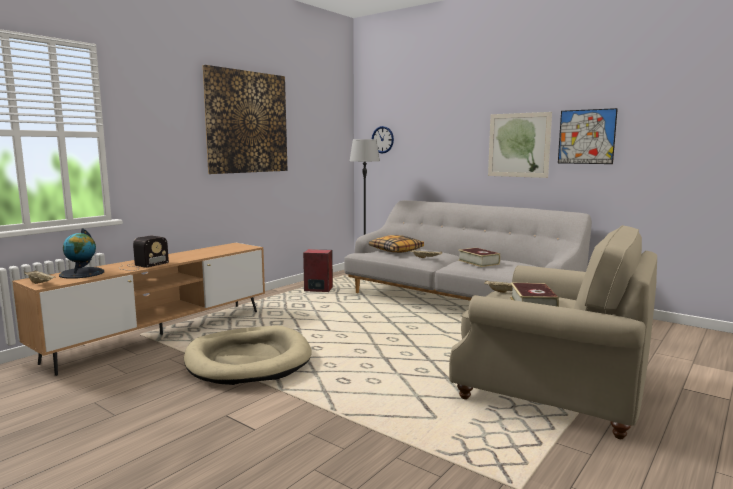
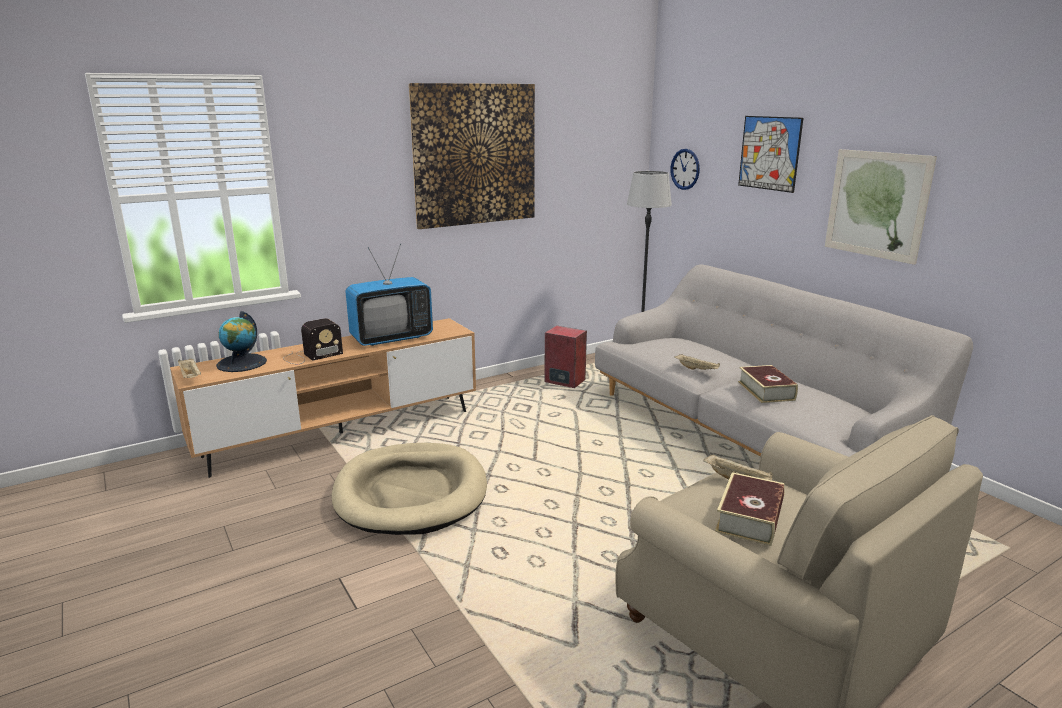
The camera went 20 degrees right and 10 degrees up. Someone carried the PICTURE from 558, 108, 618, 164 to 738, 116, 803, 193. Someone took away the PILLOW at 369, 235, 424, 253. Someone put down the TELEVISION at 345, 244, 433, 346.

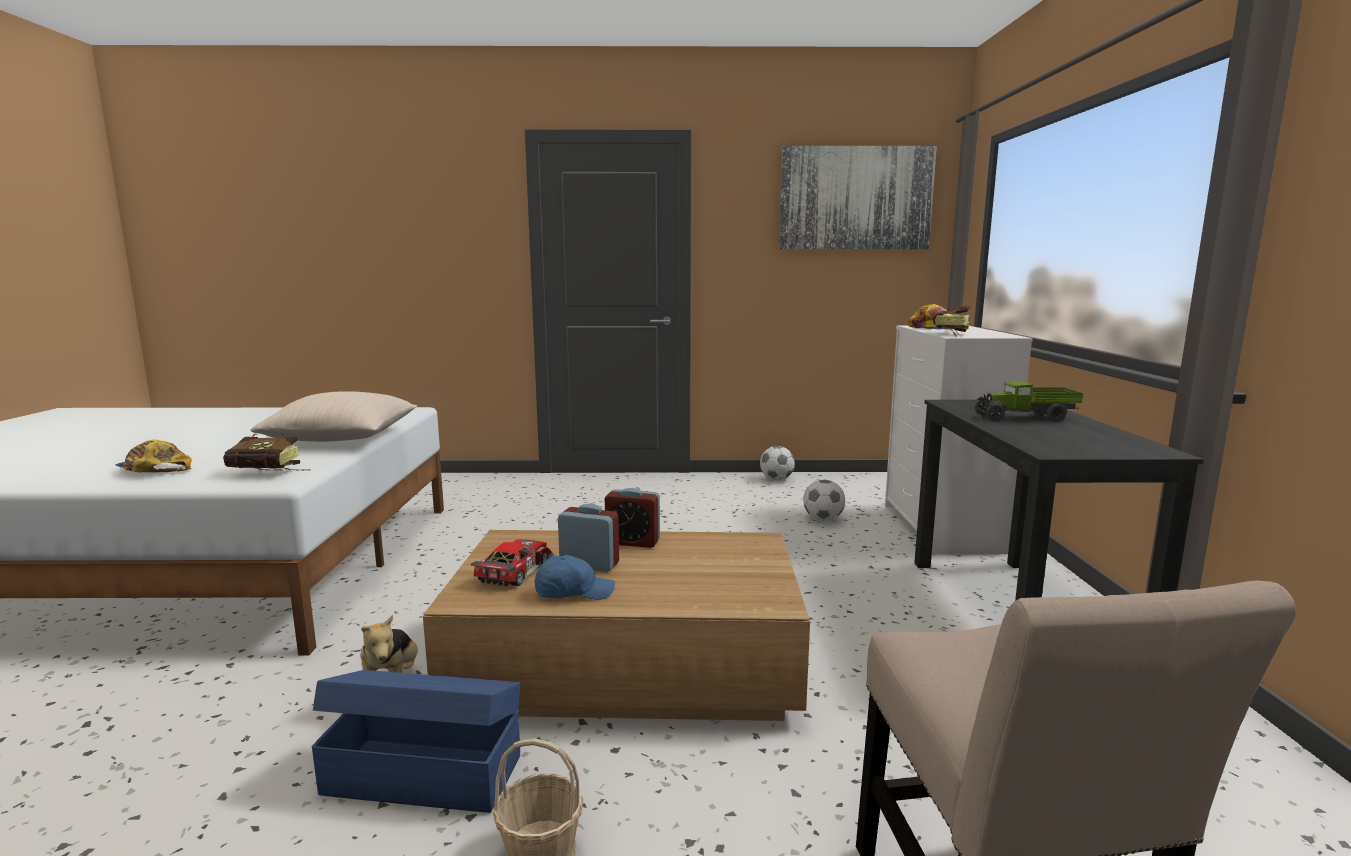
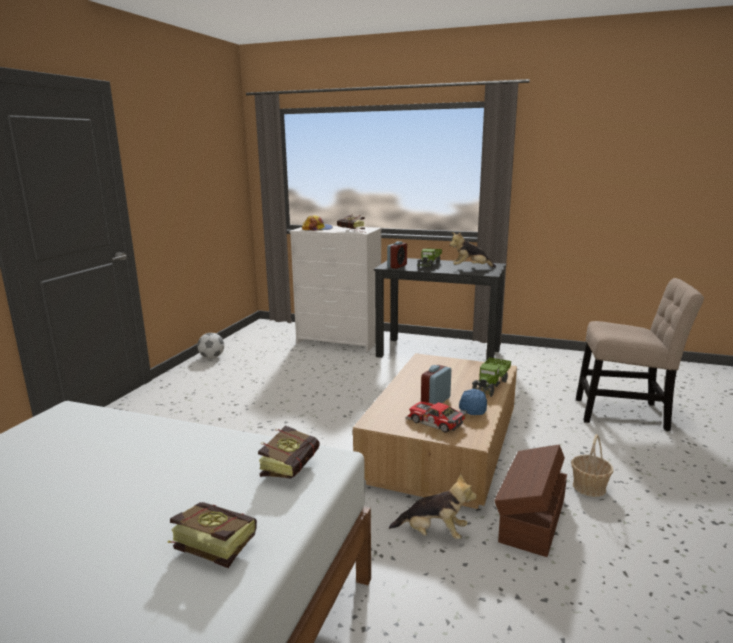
The camera went 70 degrees left and 5 degrees up. Someone took away the PICTURE at 779, 146, 937, 249. Someone took away the BEIGE PILLOW at 251, 391, 417, 442. Someone swapped the CAP at 116, 439, 192, 473 for the BOOK at 168, 502, 257, 568. Someone took away the FOOTBALL at 803, 480, 845, 521. Someone carried the ALARM CLOCK from 605, 488, 660, 548 to 387, 241, 407, 269. Someone repainted the BLUE STORAGE BOX at 311, 670, 520, 813, which became the BROWN STORAGE BOX at 494, 445, 567, 557. Someone put down the PLUSH TOY at 449, 232, 496, 268. Someone put down the TOY TRUCK at 472, 357, 511, 397.

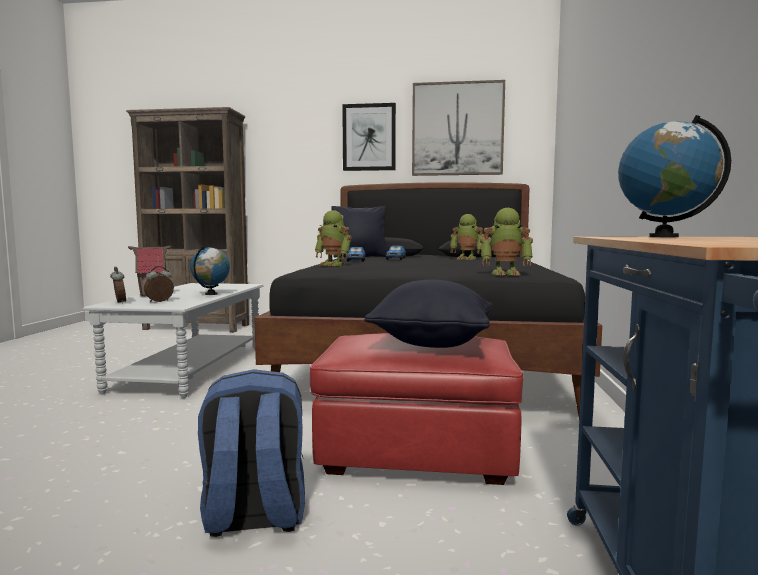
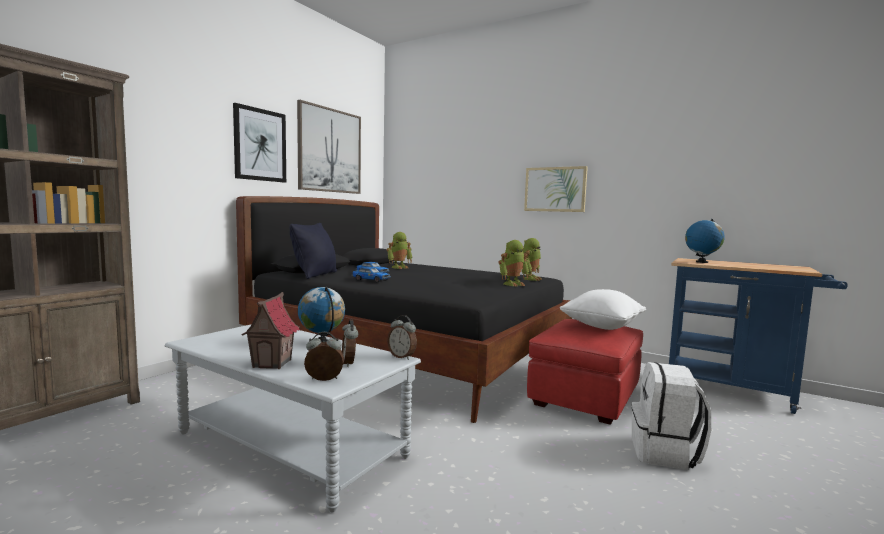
The camera went 65 degrees left and 0 degrees up. Someone carried the TOY ROBOT from 315, 210, 352, 266 to 498, 240, 529, 287. Someone repainted the BLACK PILLOW at 364, 280, 493, 348, which became the WHITE PILLOW at 560, 289, 646, 330. Someone repainted the BLUE BACKPACK at 198, 369, 305, 537, which became the WHITE BACKPACK at 632, 362, 711, 470. Someone put up the PICTURE at 524, 166, 588, 212. Someone put down the ALARM CLOCK at 387, 315, 417, 360.

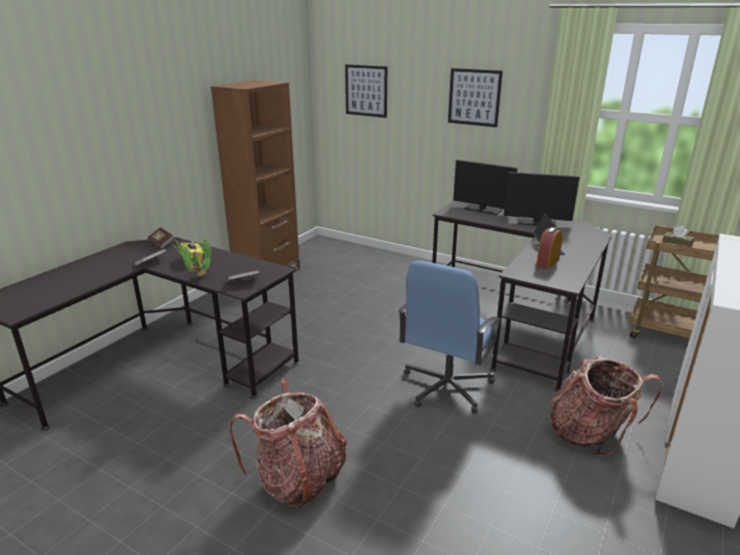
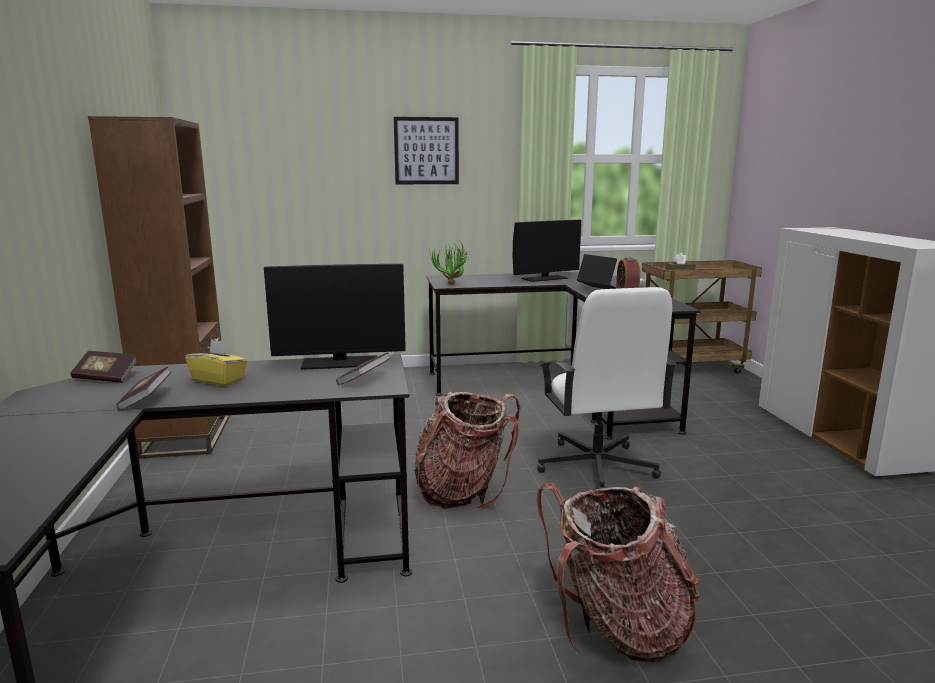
The camera went 40 degrees left and 10 degrees down. Someone took away the PICTURE at 345, 64, 387, 118. Someone carried the MONITOR from 453, 160, 517, 215 to 264, 264, 406, 370. Someone carried the POTTED PLANT from 172, 236, 211, 277 to 430, 241, 469, 285. Someone repainted the BLUE OFFICE CHAIR at 398, 260, 502, 413, which became the WHITE OFFICE CHAIR at 538, 287, 677, 489. Someone carried the BACKPACK from 550, 356, 663, 457 to 414, 392, 521, 509.

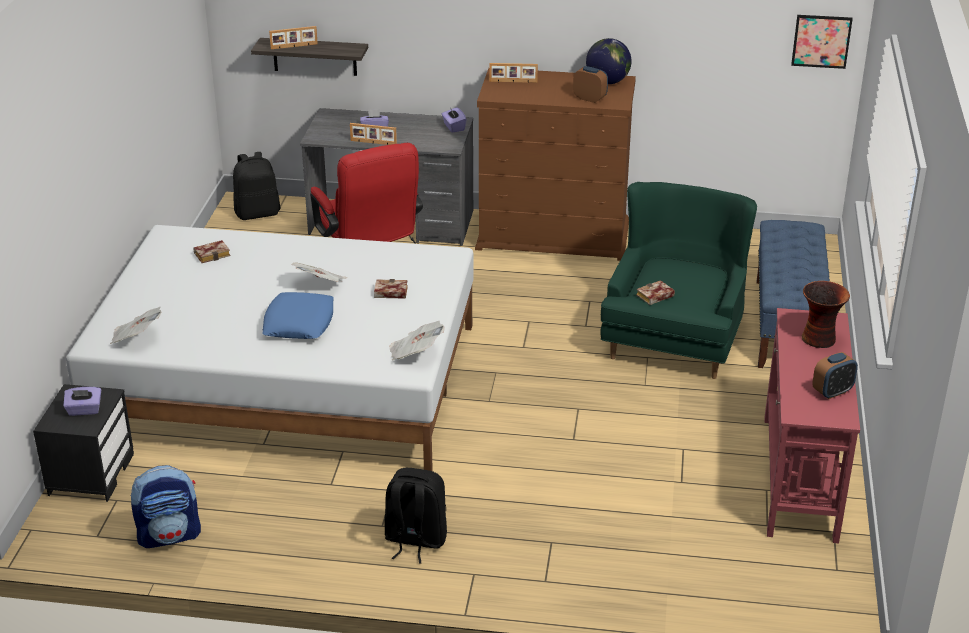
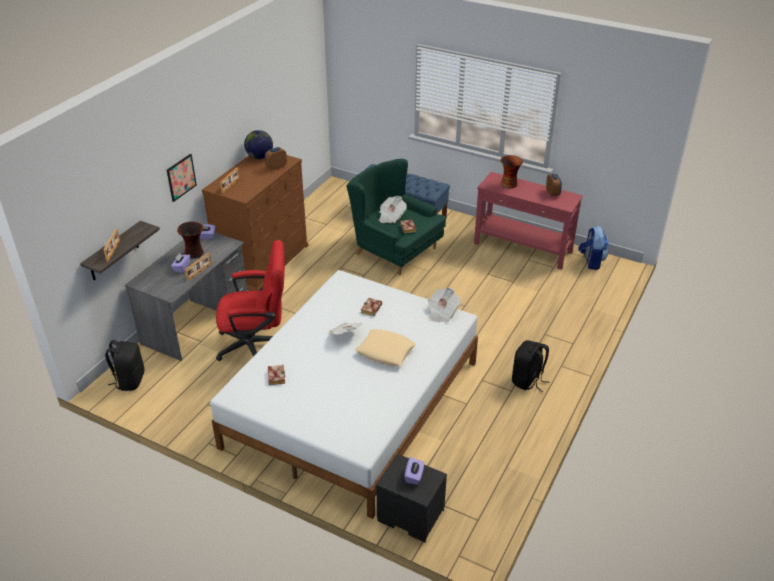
The camera went 70 degrees left and 5 degrees up. Someone carried the PICTURE from 791, 15, 853, 69 to 167, 154, 197, 202. Someone repainted the BLUE PILLOW at 262, 292, 334, 339, which became the BEIGE PILLOW at 355, 329, 416, 366. Someone carried the NEWSPAPER from 110, 307, 161, 344 to 379, 196, 407, 223. Someone carried the BACKPACK from 131, 465, 201, 548 to 579, 226, 609, 270. Someone put down the VASE at 177, 221, 204, 259.

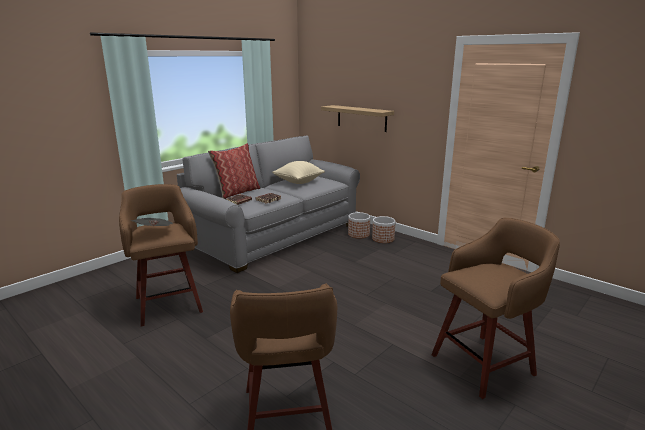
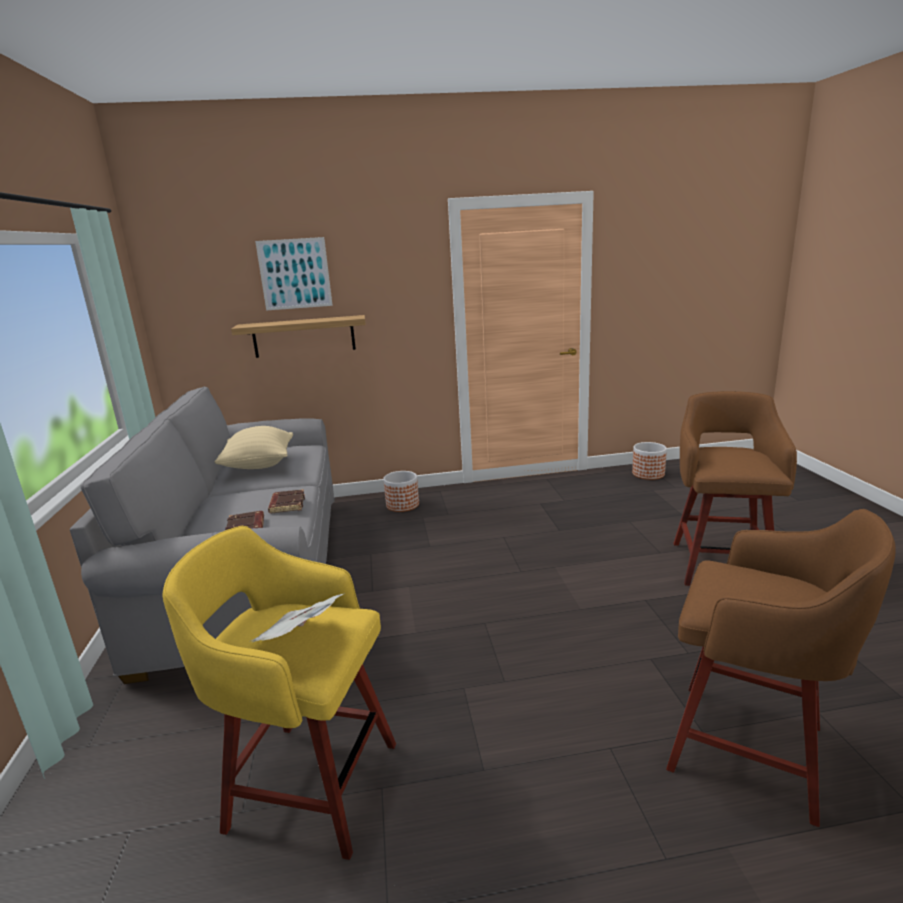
The camera went 50 degrees left and 0 degrees up. Someone took away the PILLOW at 208, 143, 260, 199. Someone repainted the BROWN STOOL at 119, 184, 203, 327, which became the YELLOW STOOL at 162, 526, 396, 860. Someone carried the PLANTER from 348, 212, 370, 239 to 632, 442, 667, 480. Someone put up the PICTURE at 255, 237, 333, 310.

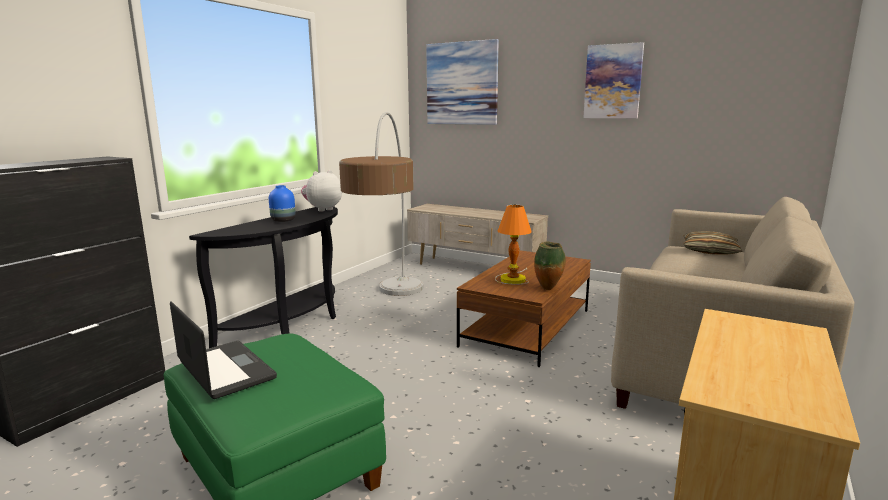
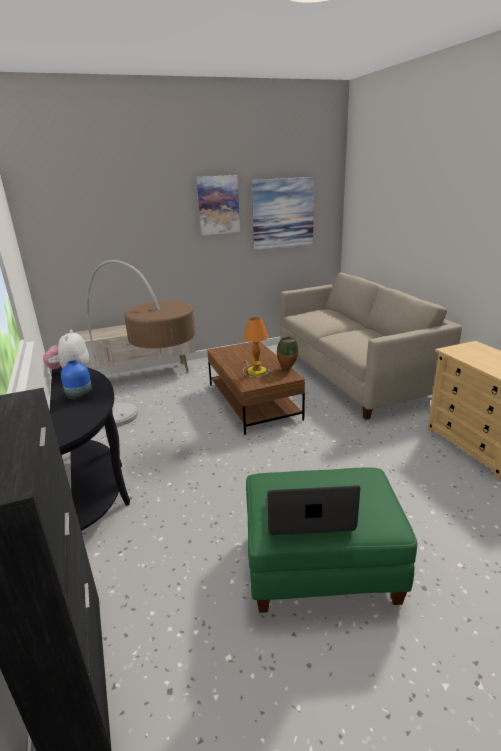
The camera went 50 degrees left and 10 degrees up. Someone carried the PICTURE from 426, 39, 499, 125 to 252, 177, 314, 251. Someone took away the PILLOW at 683, 231, 743, 254.

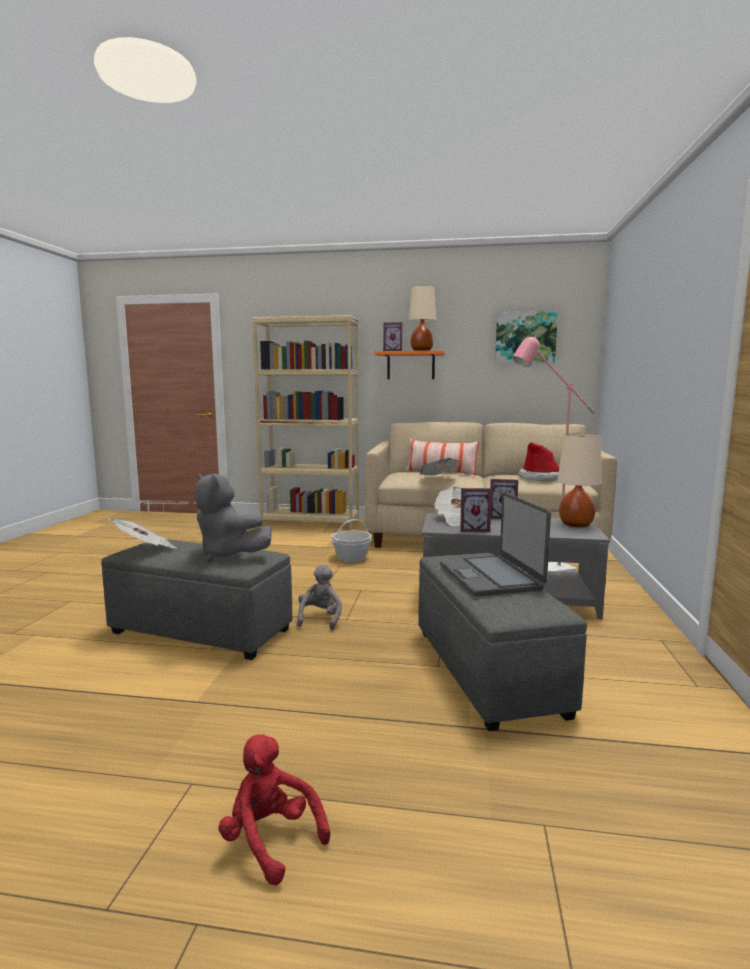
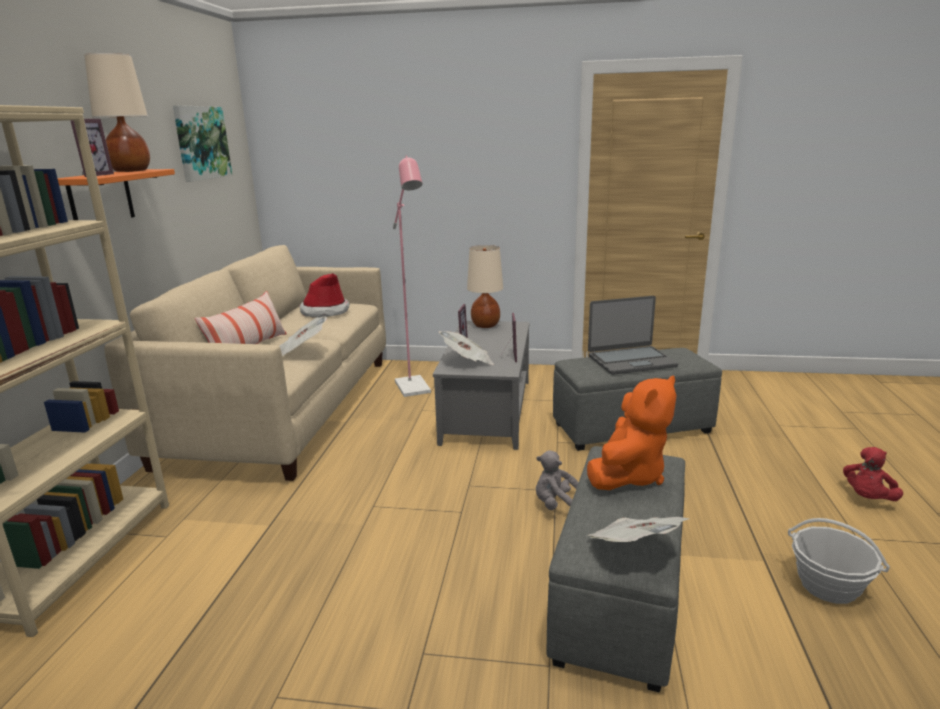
The camera went 90 degrees left and 10 degrees up. Someone repainted the GREY PLUSH TOY at 195, 473, 272, 562, which became the ORANGE PLUSH TOY at 587, 375, 677, 490. Someone carried the BASKET from 331, 519, 372, 563 to 788, 518, 890, 604.

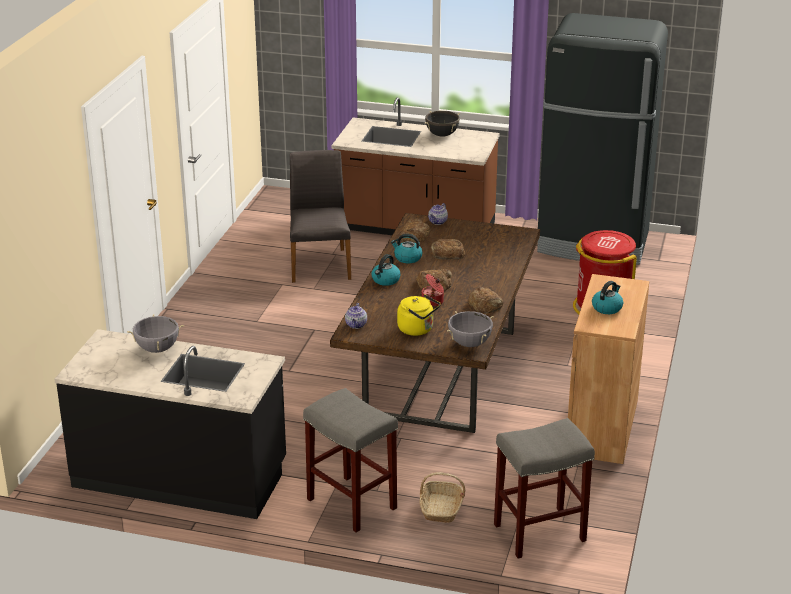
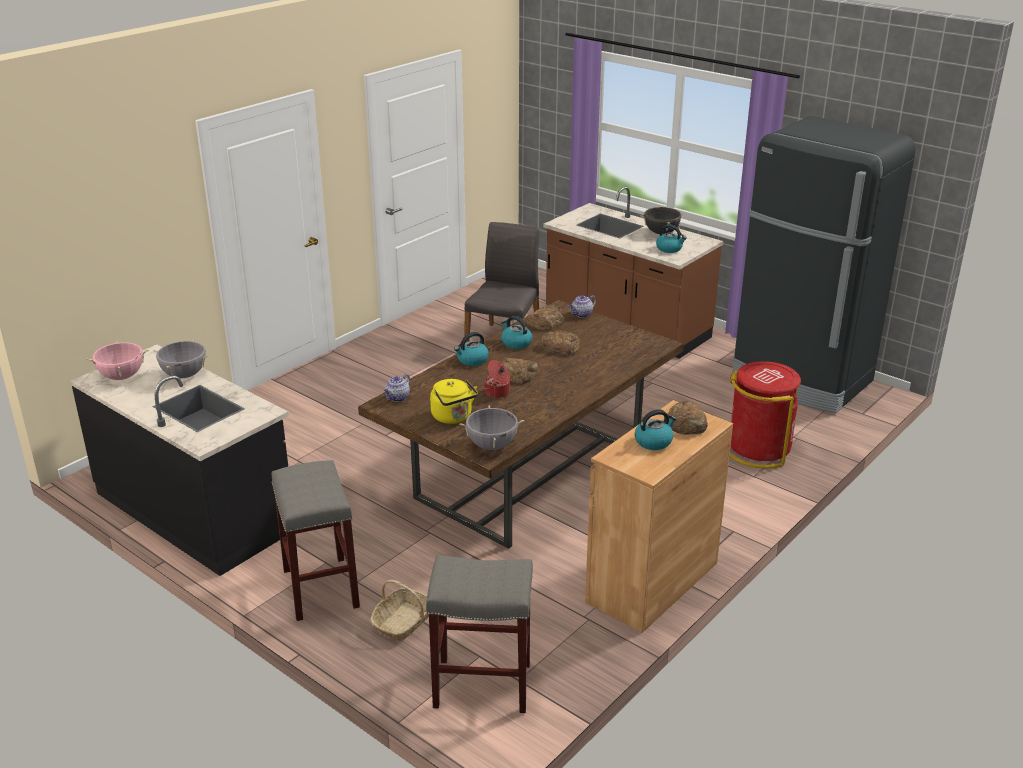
The camera went 25 degrees right and 0 degrees up. Someone carried the BREAD from 468, 287, 503, 314 to 668, 400, 708, 435. Someone put down the KETTLE at 656, 225, 687, 253. Someone put down the PINK COOKING POT at 86, 341, 149, 380.

